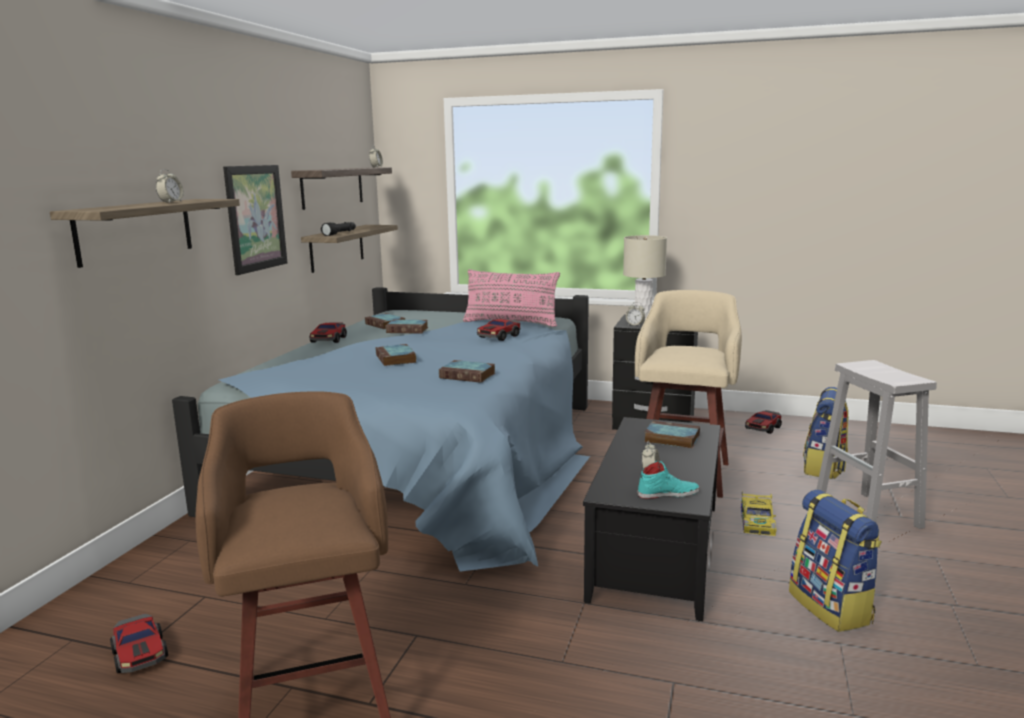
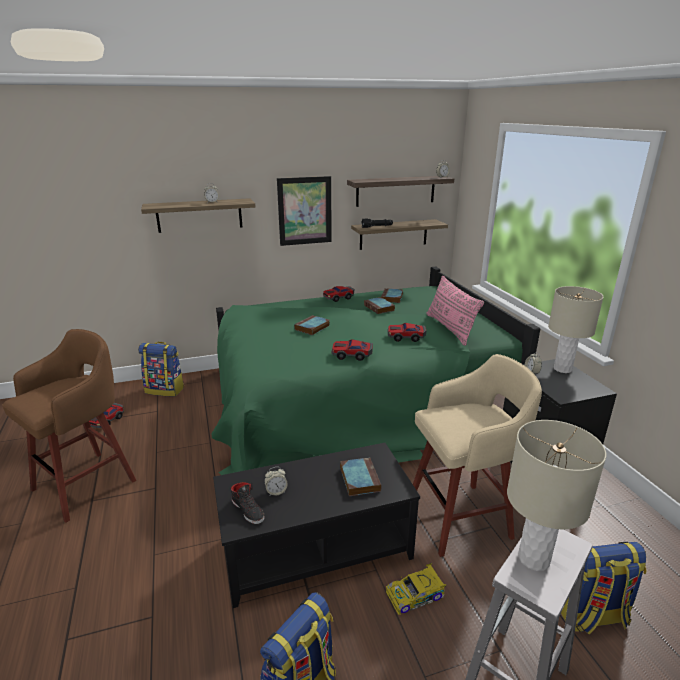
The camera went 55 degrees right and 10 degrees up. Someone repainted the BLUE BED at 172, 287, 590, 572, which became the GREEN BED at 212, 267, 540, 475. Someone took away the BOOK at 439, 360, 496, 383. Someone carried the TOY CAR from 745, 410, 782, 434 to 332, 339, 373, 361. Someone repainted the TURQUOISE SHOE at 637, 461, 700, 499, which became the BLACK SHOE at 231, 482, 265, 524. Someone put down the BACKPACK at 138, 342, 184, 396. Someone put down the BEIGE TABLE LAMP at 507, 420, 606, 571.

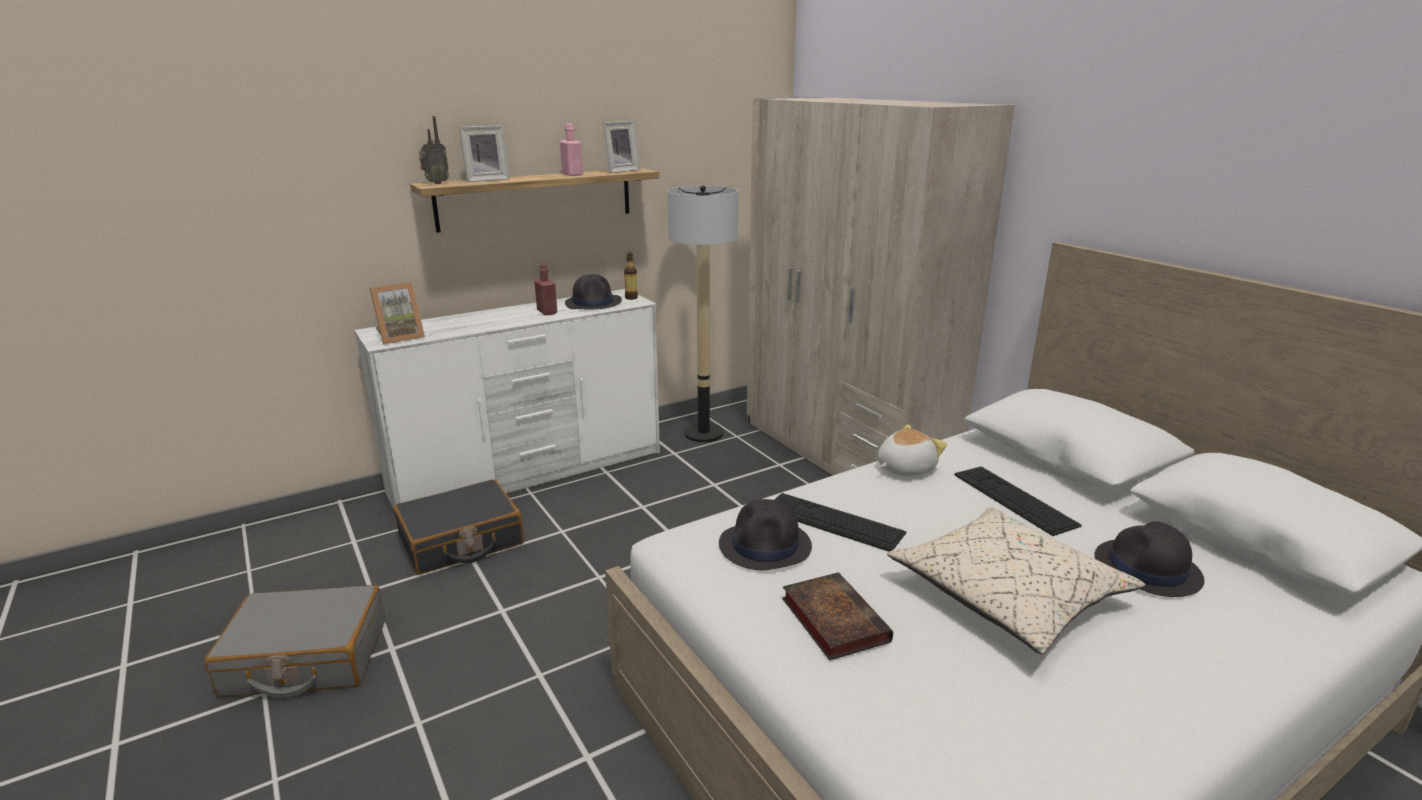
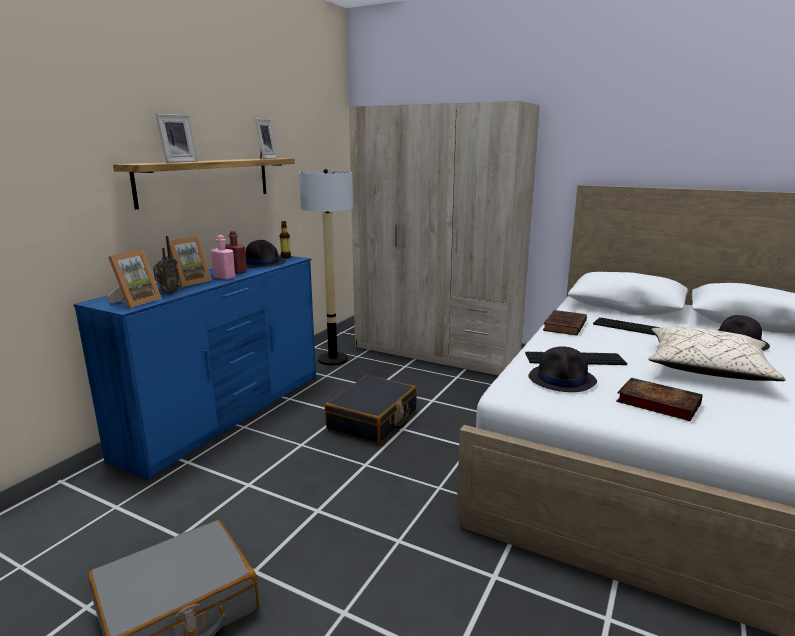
The camera went 30 degrees left and 5 degrees down. Someone carried the RADIO from 419, 116, 449, 184 to 153, 236, 180, 294. Someone carried the PINK BOTTLE from 560, 123, 583, 176 to 211, 235, 235, 280. Someone repainted the WHITE DRESSER at 354, 289, 660, 507, which became the BLUE DRESSER at 74, 255, 316, 480. Someone swapped the PLUSH TOY at 878, 424, 947, 476 for the BROWN BOOK at 543, 310, 587, 336. Someone carried the BLACK SUITCASE from 393, 479, 524, 574 to 325, 375, 417, 444. Someone put down the PICTURE FRAME at 169, 237, 212, 287.

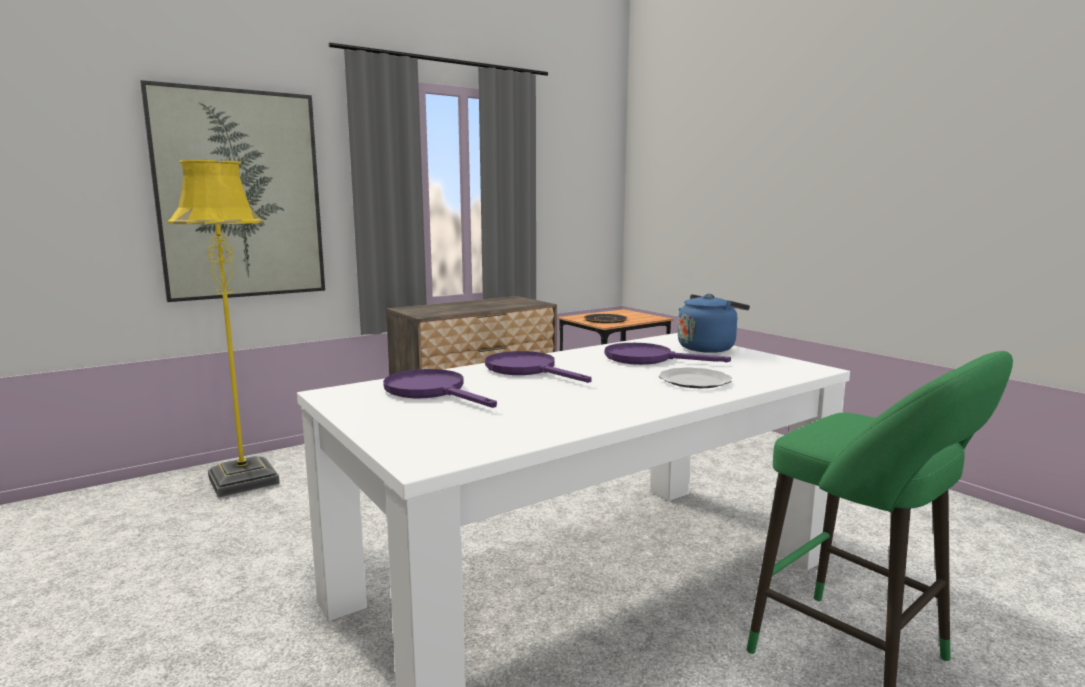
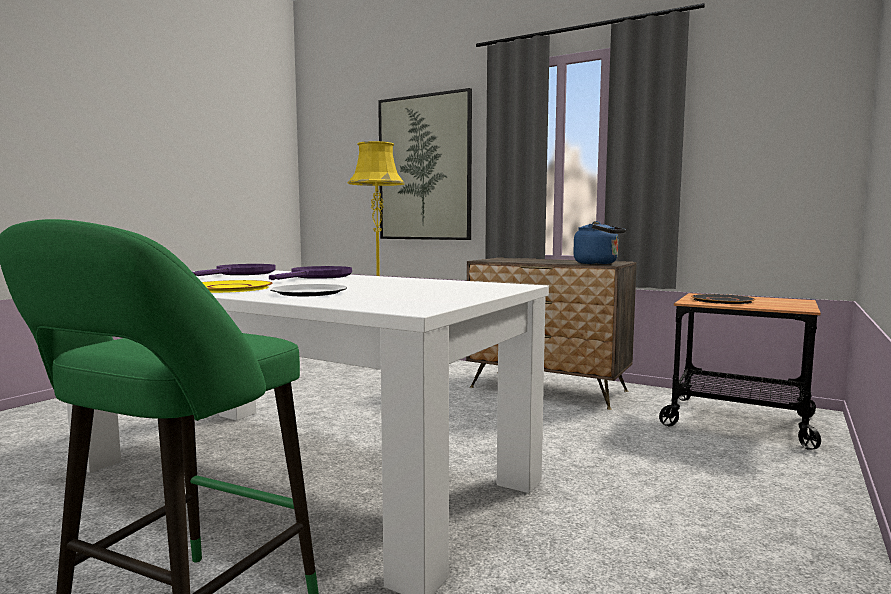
The camera went 65 degrees right and 5 degrees down. Someone carried the BLUE KETTLE from 678, 294, 750, 353 to 573, 221, 626, 264. Someone took away the PURPLE FRYING PAN at 605, 343, 731, 365. Someone put down the YELLOW PLATE at 202, 280, 273, 293.

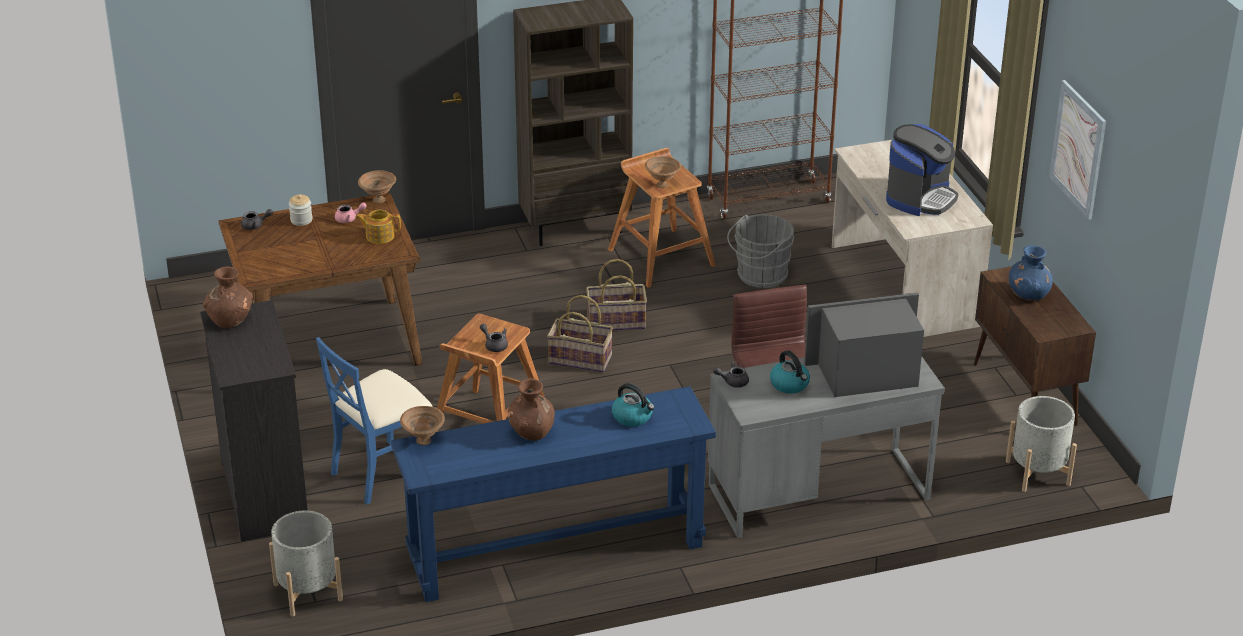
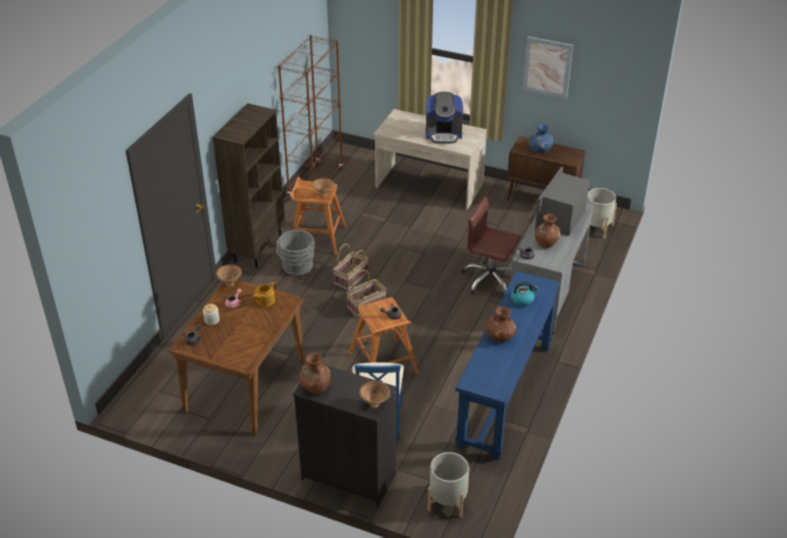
The camera went 50 degrees left and 5 degrees up. Someone rotated the COFFEE MACHINE at 886, 124, 958, 216 by 105 degrees clockwise. Someone carried the GREY BUCKET from 727, 214, 794, 288 to 276, 230, 315, 276. Someone swapped the KETTLE at 770, 350, 810, 394 for the BROWN VASE at 535, 214, 560, 248. Someone carried the BROWN BOWL from 400, 406, 445, 445 to 359, 381, 390, 408.

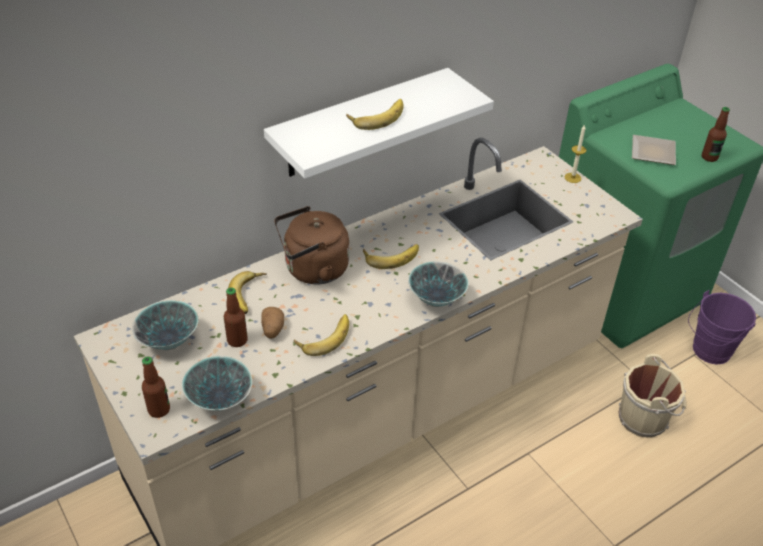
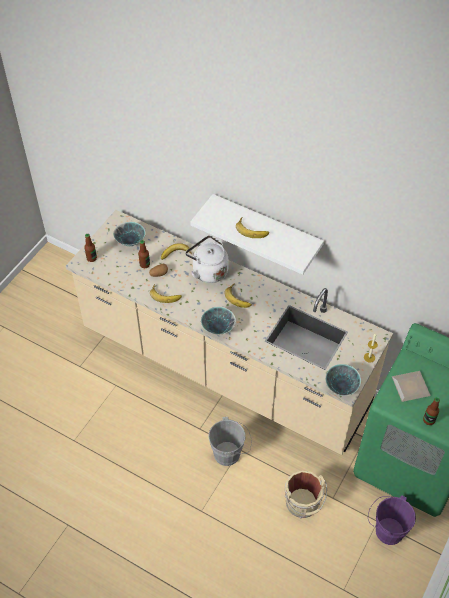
The camera went 65 degrees right and 10 degrees up. Someone repainted the BROWN KETTLE at 274, 206, 349, 284, which became the WHITE KETTLE at 185, 235, 228, 283. Someone carried the BOWL from 182, 356, 252, 411 to 325, 364, 361, 396. Someone put down the GREY BUCKET at 208, 417, 252, 466.

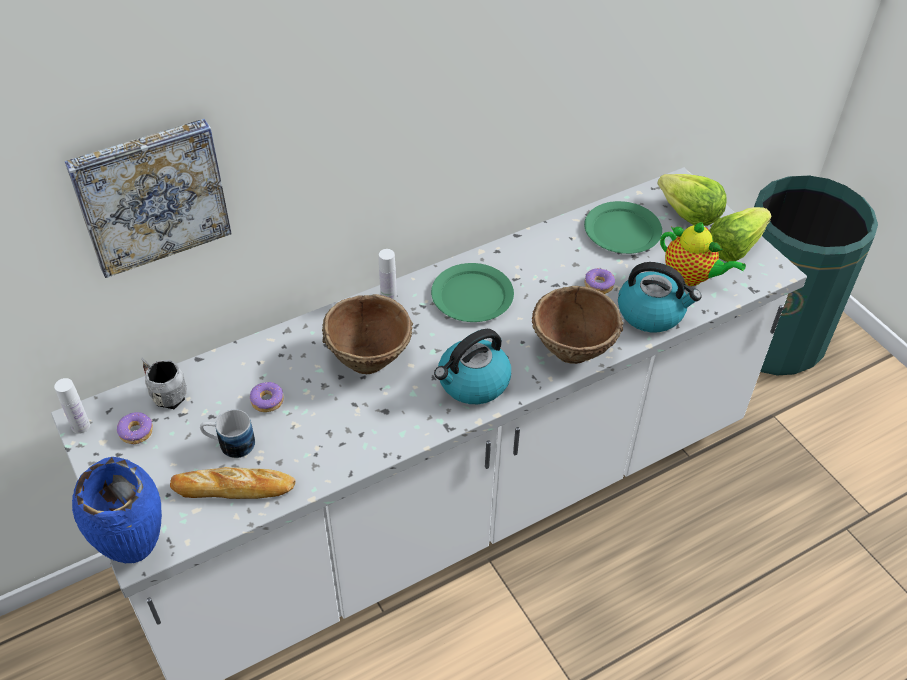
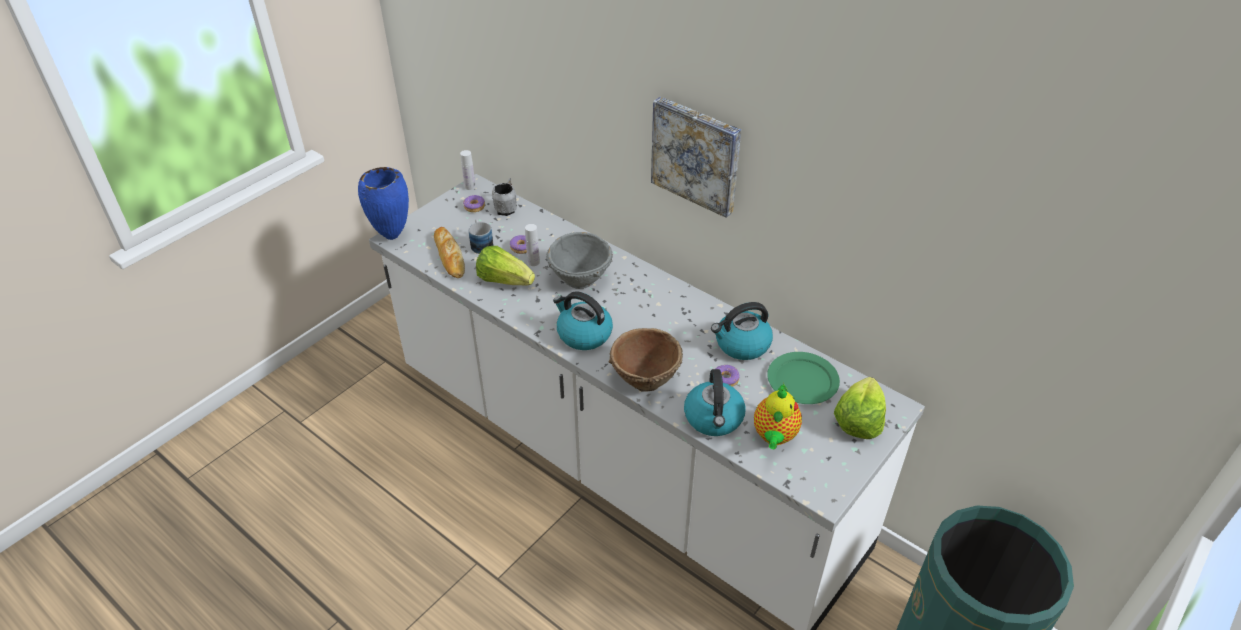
The camera went 70 degrees right and 5 degrees down. Someone carried the PICTURE from 65, 119, 232, 278 to 651, 96, 741, 218. Someone carried the LETTUCE from 710, 207, 772, 262 to 476, 246, 535, 285. Someone carried the WHITE BOTTLE from 379, 249, 397, 300 to 525, 224, 540, 266. Someone took away the GREEN PLATE at 431, 263, 514, 322. Someone repainted the BROWN BOWL at 322, 294, 413, 374, which became the GREY BOWL at 546, 232, 613, 289. Someone put down the KETTLE at 711, 302, 773, 360.

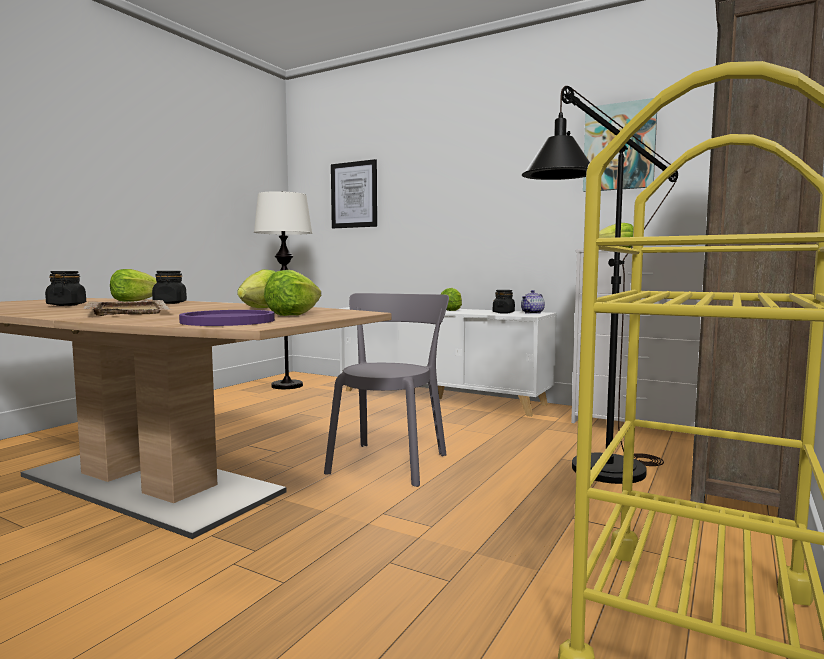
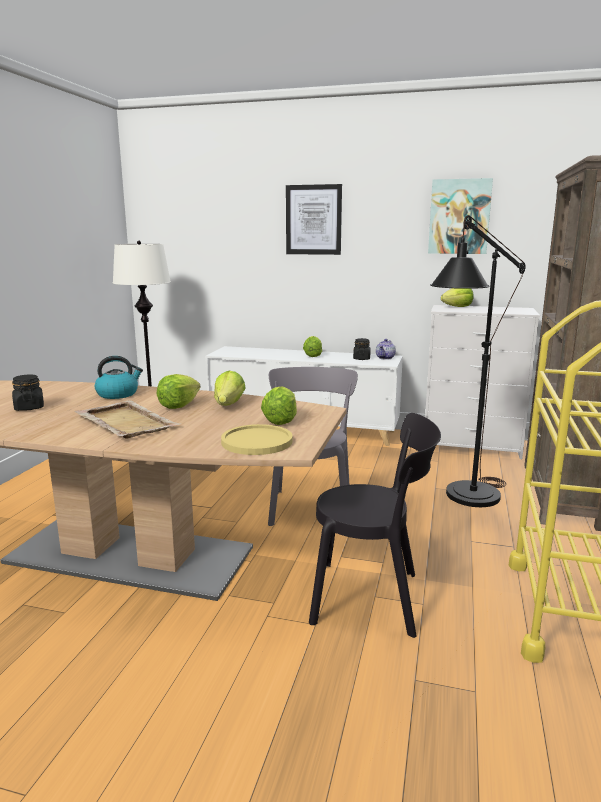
The camera went 15 degrees left and 10 degrees up. Someone carried the PICTURE from 331, 159, 377, 228 to 286, 184, 342, 255. Someone carried the LETTUCE from 110, 269, 157, 302 to 157, 374, 200, 409. Someone swapped the BLACK JAR at 152, 271, 187, 304 for the KETTLE at 95, 356, 143, 399. Someone repainted the PURPLE PLATE at 179, 310, 275, 326, which became the YELLOW PLATE at 221, 424, 293, 455. Someone put down the BLACK CHAIR at 309, 413, 441, 638.

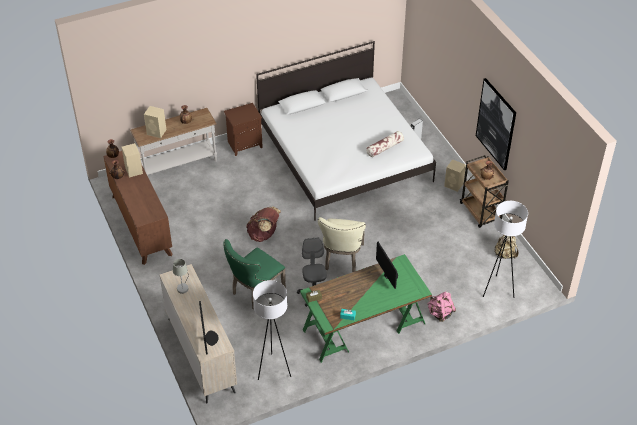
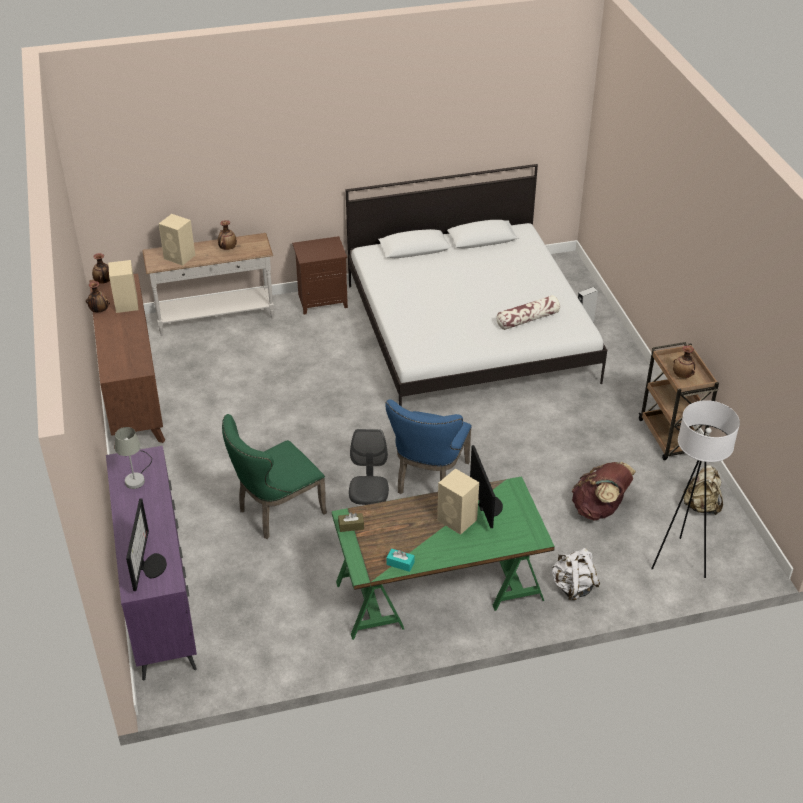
The camera went 10 degrees right and 5 degrees down. Someone took away the PICTURE at 476, 78, 516, 170. Someone carried the BEIGE SPEAKER from 444, 159, 466, 192 to 437, 468, 479, 535. Someone carried the BROWN BACKPACK from 246, 206, 281, 242 to 572, 462, 636, 520. Someone repainted the BEIGE CHAIR at 318, 217, 366, 272, which became the BLUE CHAIR at 385, 399, 472, 494. Someone repainted the BEIGE DRESSER at 159, 264, 237, 403, which became the PURPLE DRESSER at 106, 446, 197, 681. Someone took away the WHITE FLOOR LAMP at 253, 280, 291, 380. Someone repainted the PINK BACKPACK at 427, 291, 456, 322, which became the WHITE BACKPACK at 551, 548, 600, 600.

